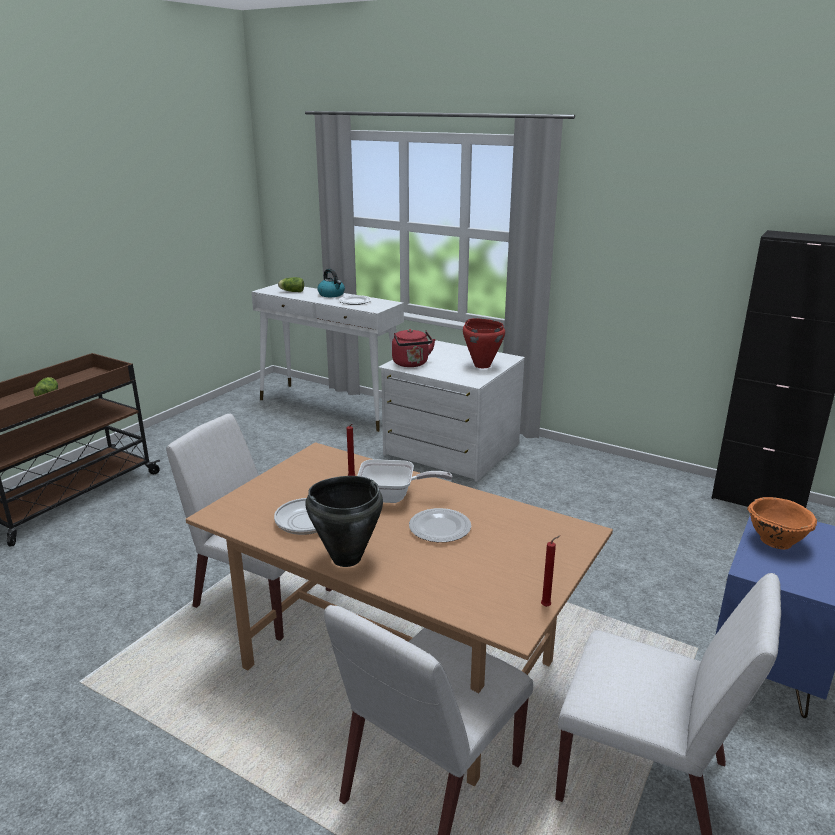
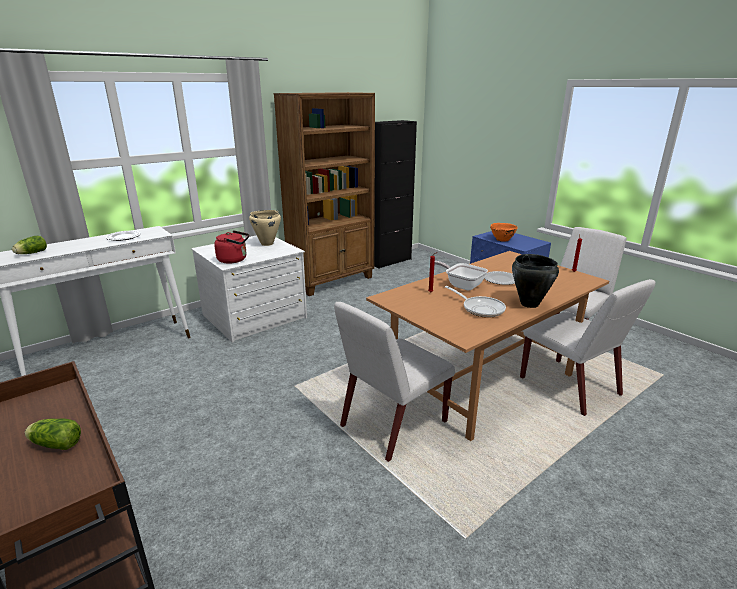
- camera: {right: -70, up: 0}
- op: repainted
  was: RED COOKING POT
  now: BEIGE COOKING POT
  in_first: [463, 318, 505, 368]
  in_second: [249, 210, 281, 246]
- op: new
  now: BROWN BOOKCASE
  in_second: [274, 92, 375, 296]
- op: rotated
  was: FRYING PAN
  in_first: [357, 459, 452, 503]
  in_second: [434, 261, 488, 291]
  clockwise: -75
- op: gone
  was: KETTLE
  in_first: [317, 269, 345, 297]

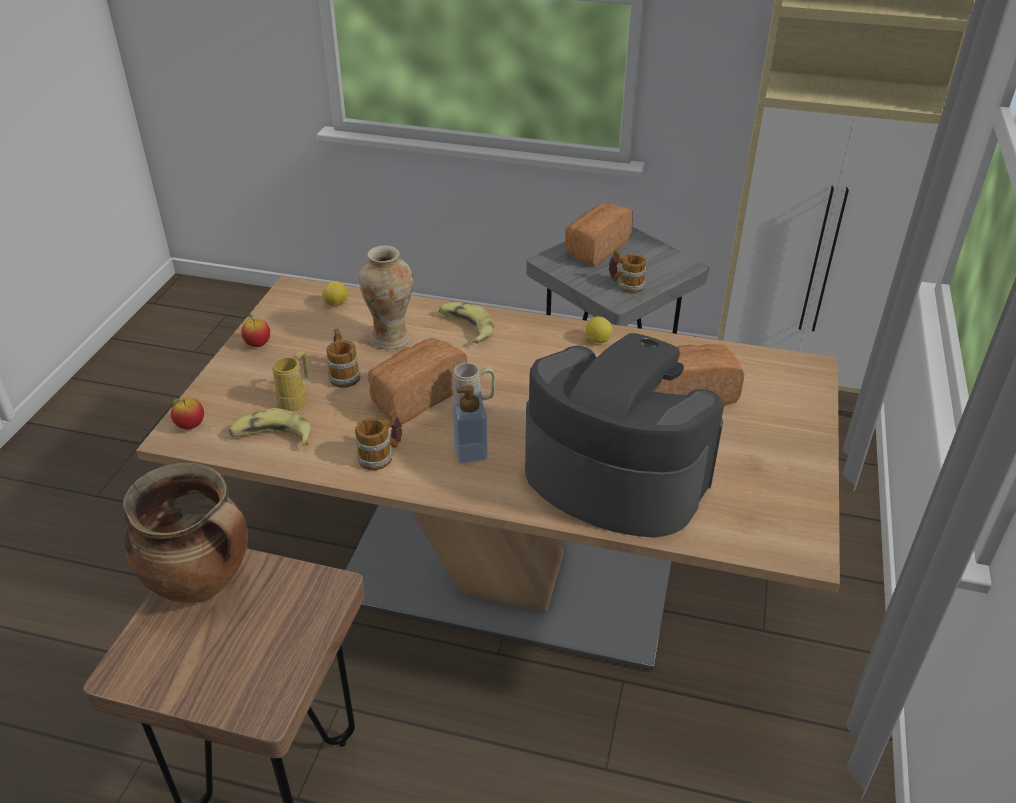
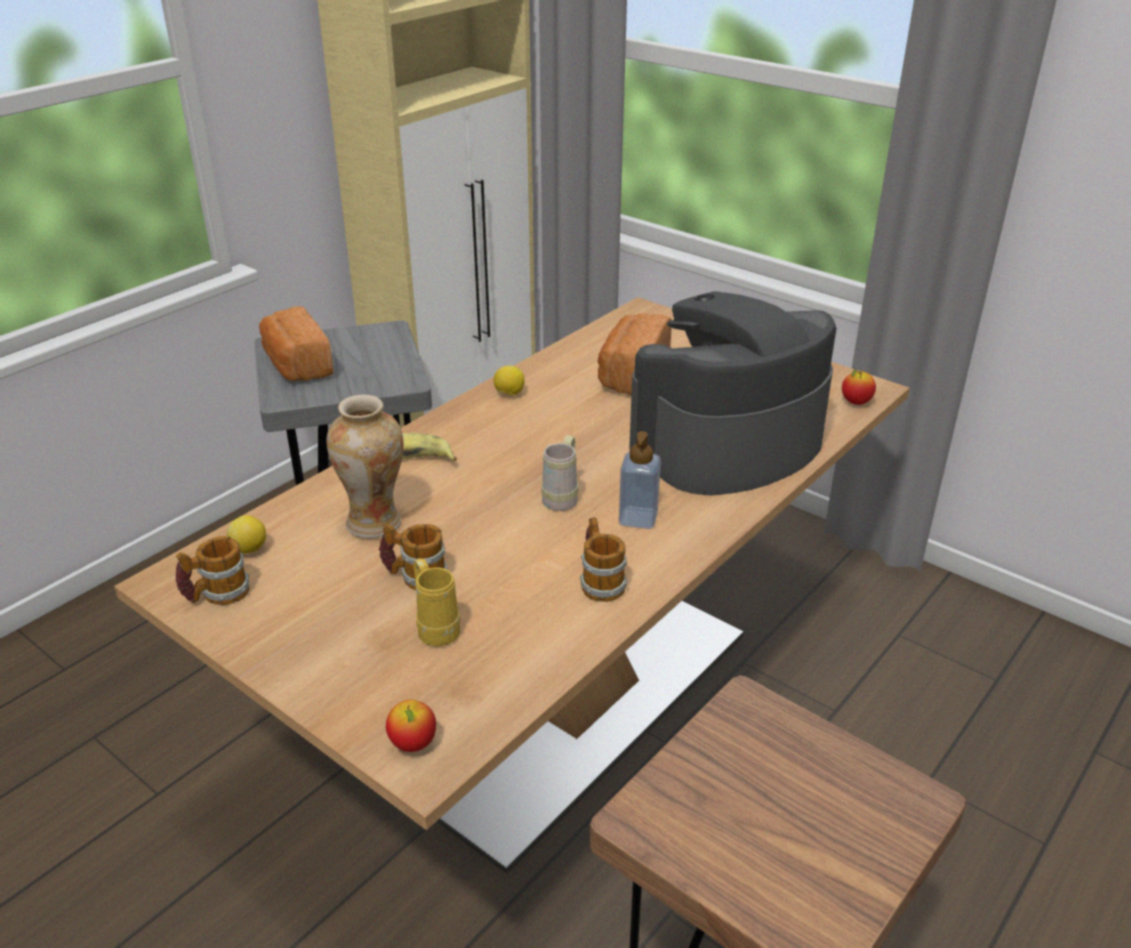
- camera: {right: -65, up: -5}
- op: shifted
  was: MUG
  in_first: [609, 249, 646, 294]
  in_second: [176, 536, 249, 605]
- op: shifted
  was: APPLE
  in_first: [241, 314, 270, 347]
  in_second: [842, 369, 876, 405]
- op: gone
  was: COOKING POT
  in_first: [123, 463, 248, 603]
- op: gone
  was: BANANA
  in_first: [229, 408, 311, 446]
- op: gone
  was: BREAD
  in_first: [368, 338, 467, 424]

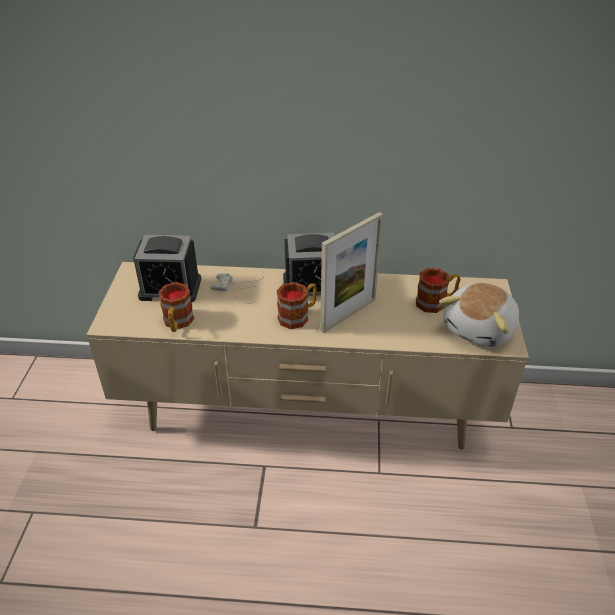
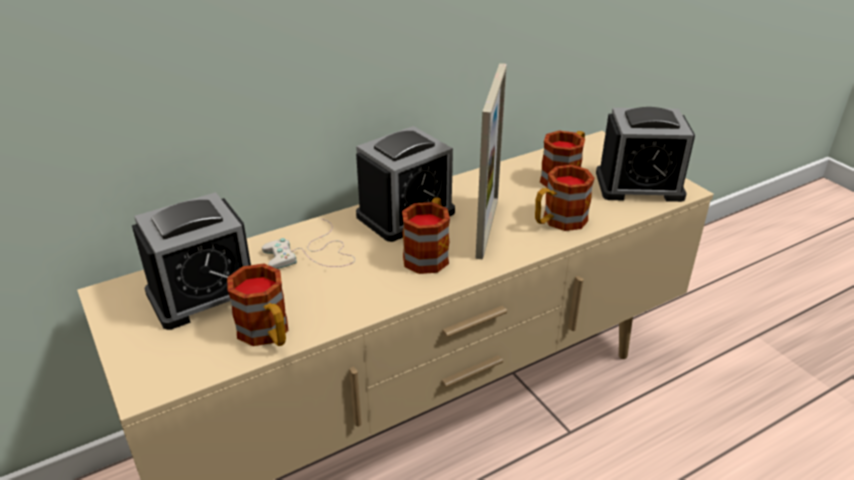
- camera: {right: -35, up: -5}
- op: new
  now: MUG
  in_second: [535, 165, 595, 231]
- op: swapped
  was: PLUSH TOY
  now: ALARM CLOCK
  in_first: [439, 283, 519, 347]
  in_second: [596, 107, 695, 202]

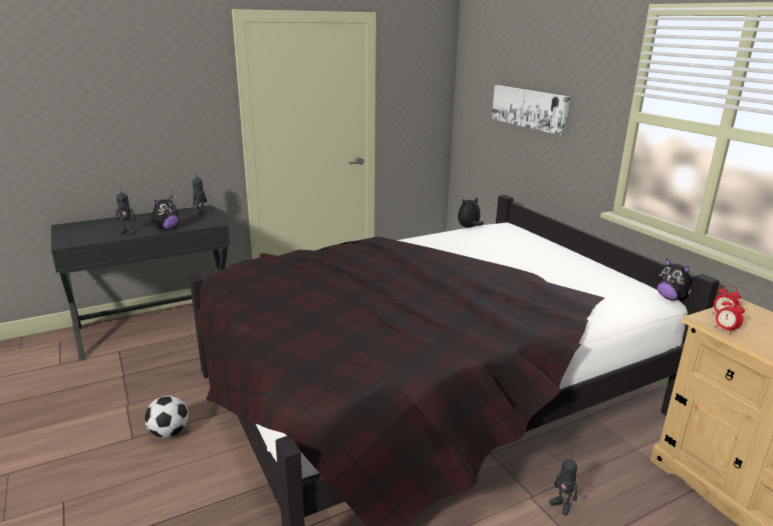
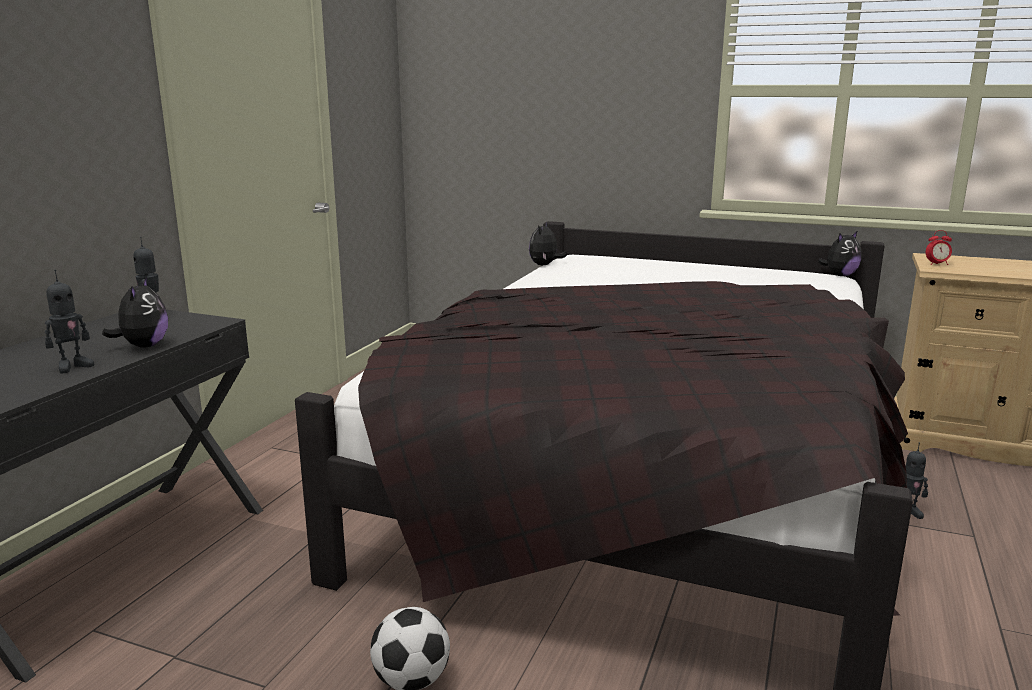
- camera: {right: -40, up: -5}
- op: rotated
  was: PLUSH TOY
  in_first: [656, 258, 691, 301]
  in_second: [818, 231, 862, 276]
  clockwise: -45
- op: gone
  was: PICTURE
  in_first: [492, 85, 570, 136]
- op: gone
  was: ALARM CLOCK
  in_first: [715, 298, 745, 334]

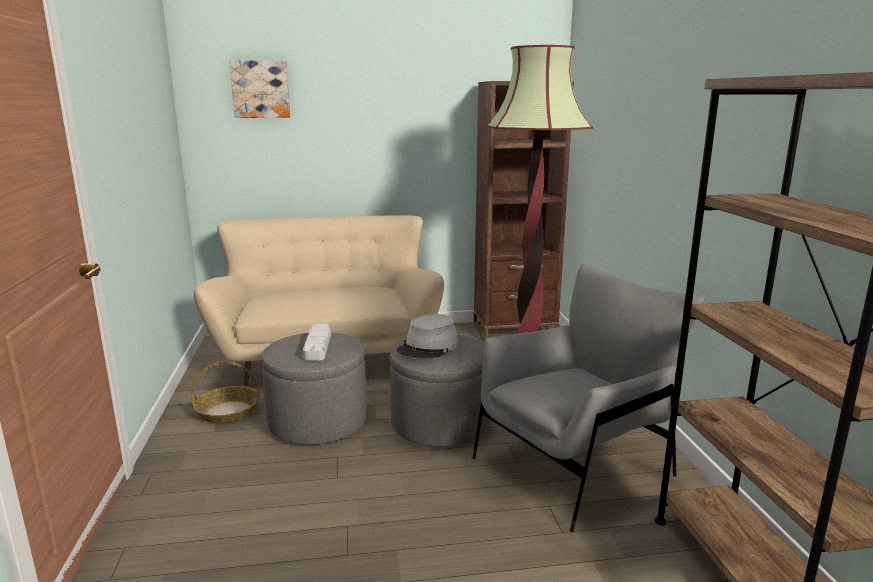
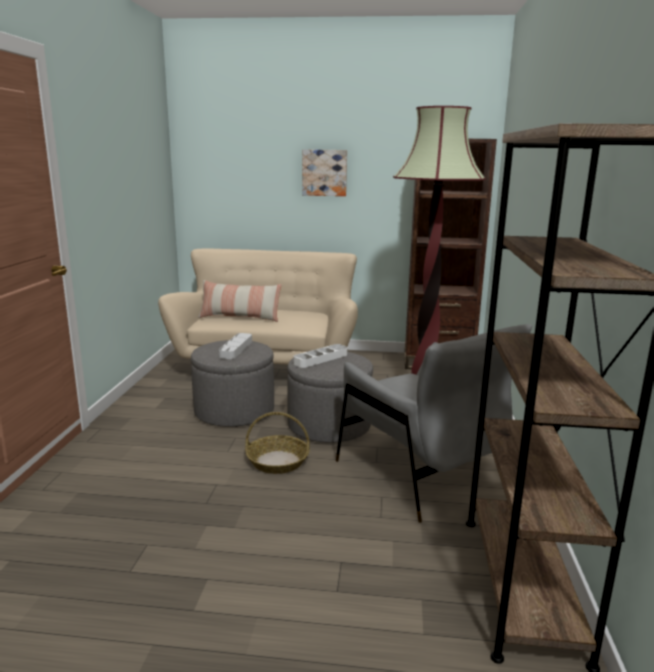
- camera: {right: 15, up: 0}
- op: new
  now: PILLOW
  in_second: [198, 280, 282, 322]
- op: shifted
  was: BASKET
  in_first: [192, 361, 260, 424]
  in_second: [245, 412, 310, 474]
- op: swapped
  was: GREY HAT
  now: WHITE TRAY
  in_first: [397, 314, 458, 358]
  in_second: [294, 344, 347, 368]
- op: shifted
  was: PICTURE
  in_first: [229, 60, 290, 118]
  in_second: [302, 149, 347, 196]
- op: rotated
  was: GREY ARMCHAIR
  in_first: [472, 264, 704, 532]
  in_second: [336, 324, 532, 523]
  clockwise: 75

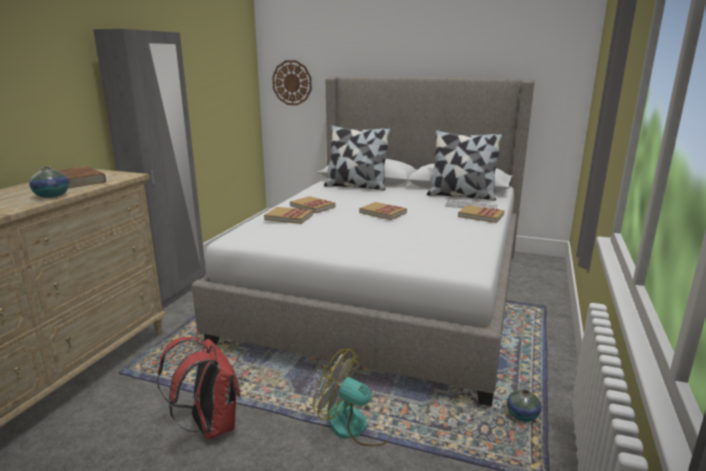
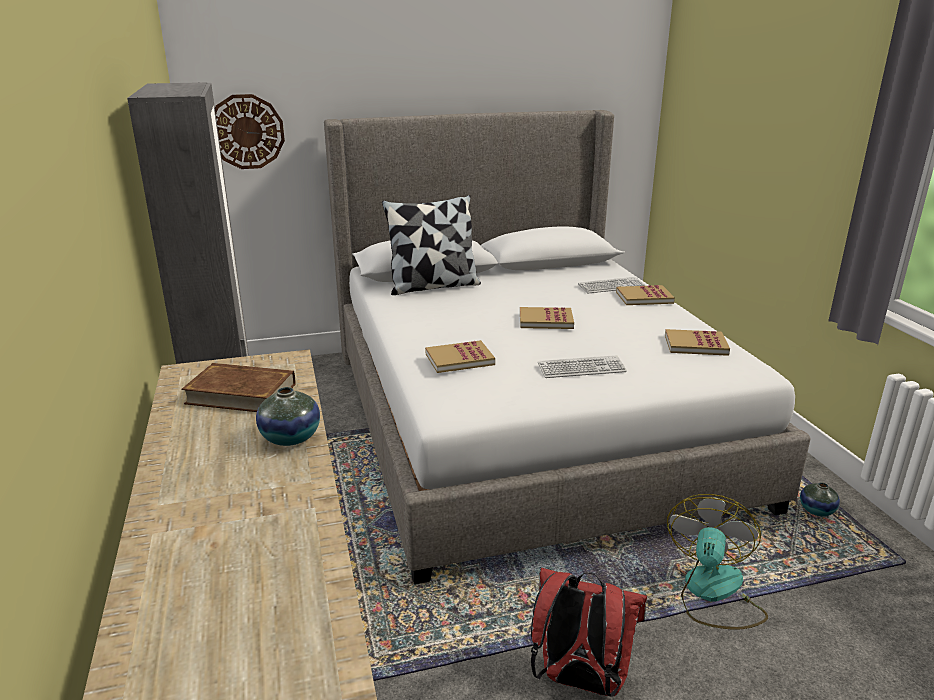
- camera: {right: -35, up: 5}
- op: new
  now: KEYBOARD
  in_second: [538, 355, 627, 378]
- op: shifted
  was: BOOK
  in_first: [290, 196, 336, 213]
  in_second: [665, 329, 730, 356]
- op: rotated
  was: FAN
  in_first: [313, 349, 394, 446]
  in_second: [667, 494, 768, 630]
  clockwise: 120
- op: gone
  was: PILLOW
  in_first: [427, 130, 503, 201]

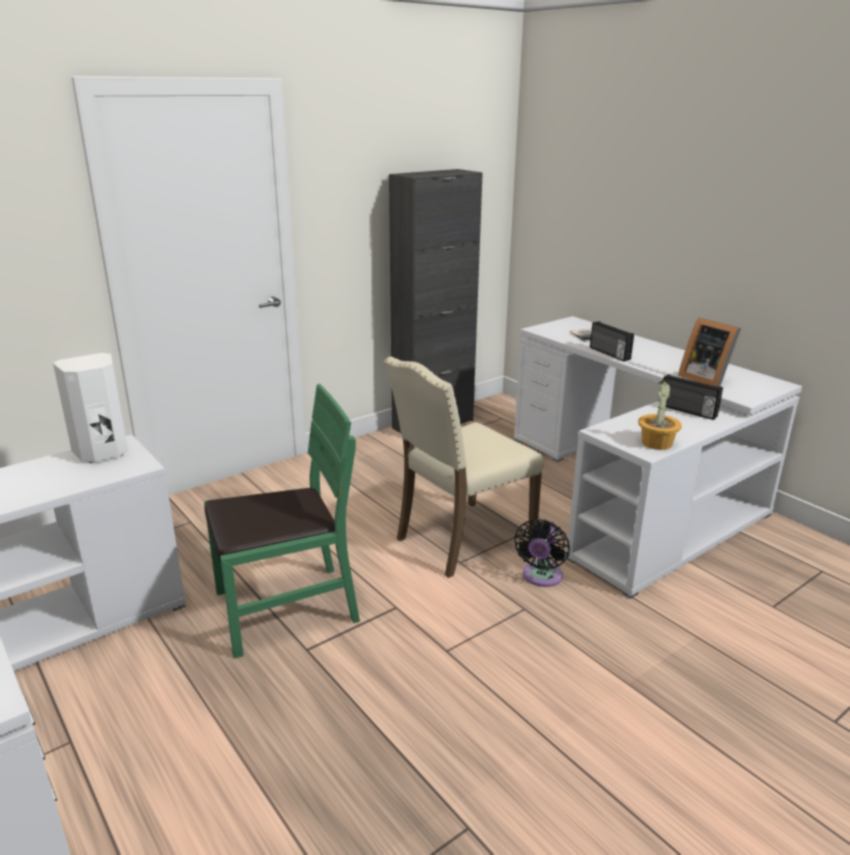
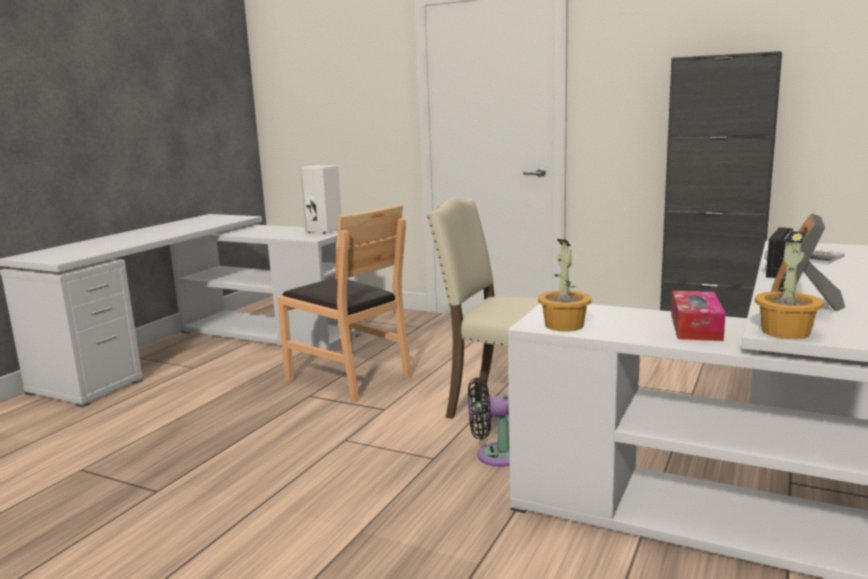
- camera: {right: 65, up: -10}
- op: repainted
  was: GREEN CHAIR
  now: BROWN CHAIR
  in_first: [204, 384, 360, 659]
  in_second: [277, 204, 412, 402]
- op: swapped
  was: RADIO
  now: TISSUE BOX
  in_first: [663, 374, 723, 420]
  in_second: [671, 291, 726, 341]
- op: new
  now: POTTED PLANT
  in_second: [755, 231, 824, 339]

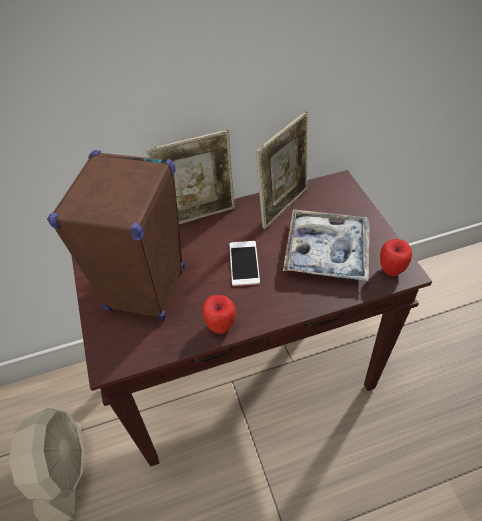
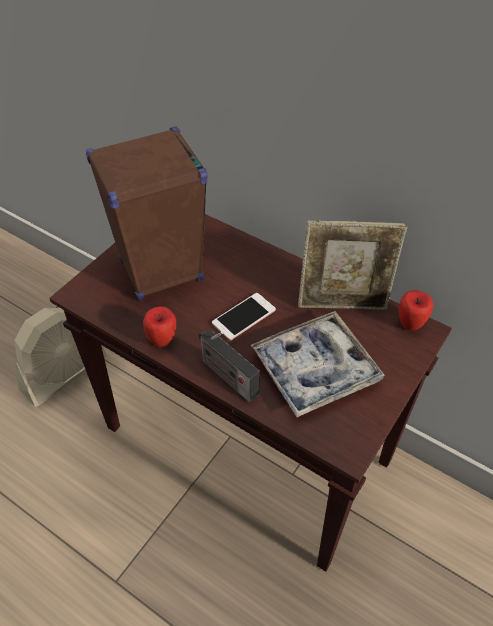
- camera: {right: 50, up: 0}
- op: new
  now: RADIO
  in_second: [199, 330, 260, 403]
- op: shifted
  was: APPLE
  in_first: [380, 239, 412, 277]
  in_second: [399, 290, 434, 330]
- op: gone
  was: PICTURE FRAME
  in_first: [146, 130, 235, 225]

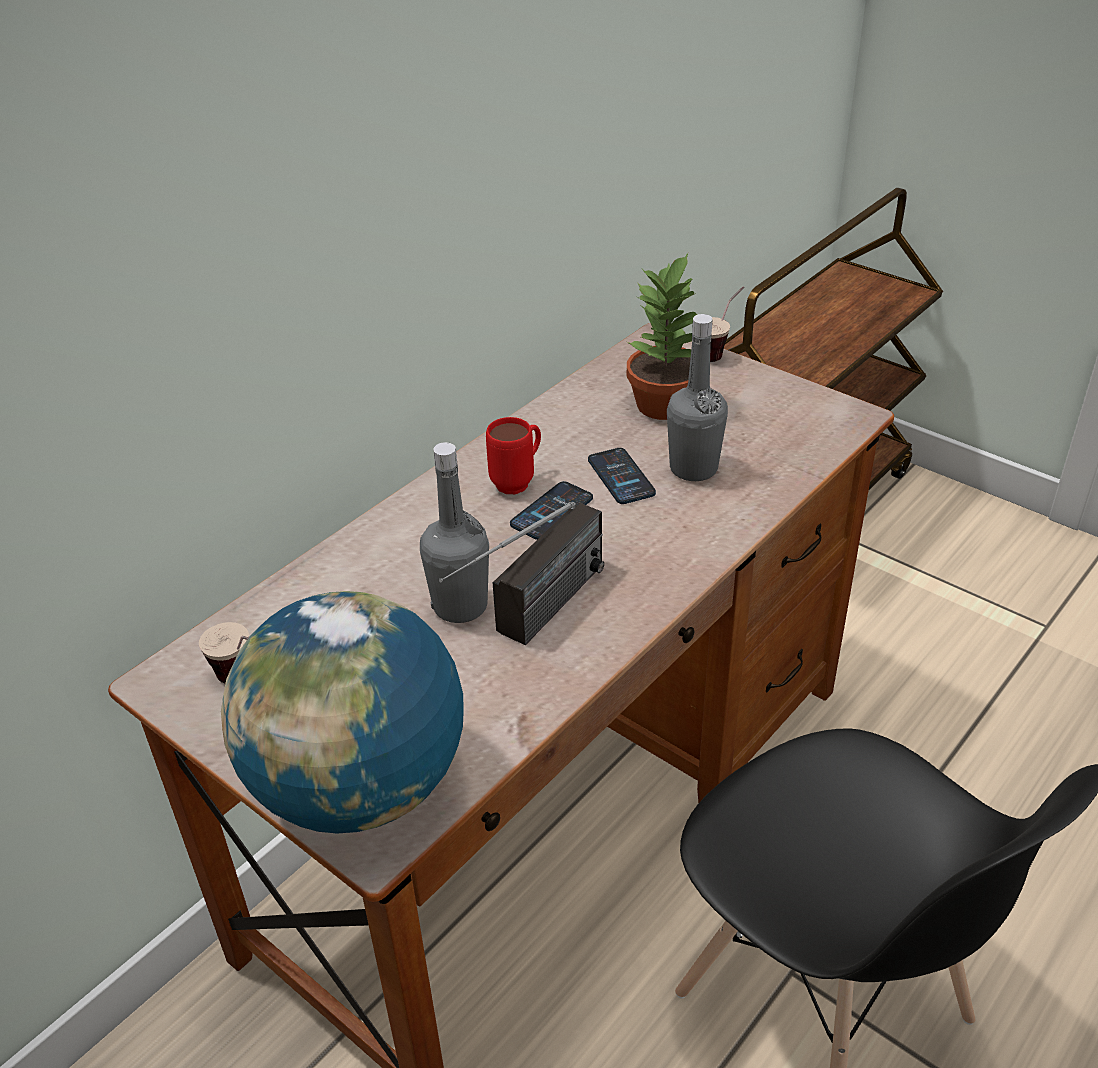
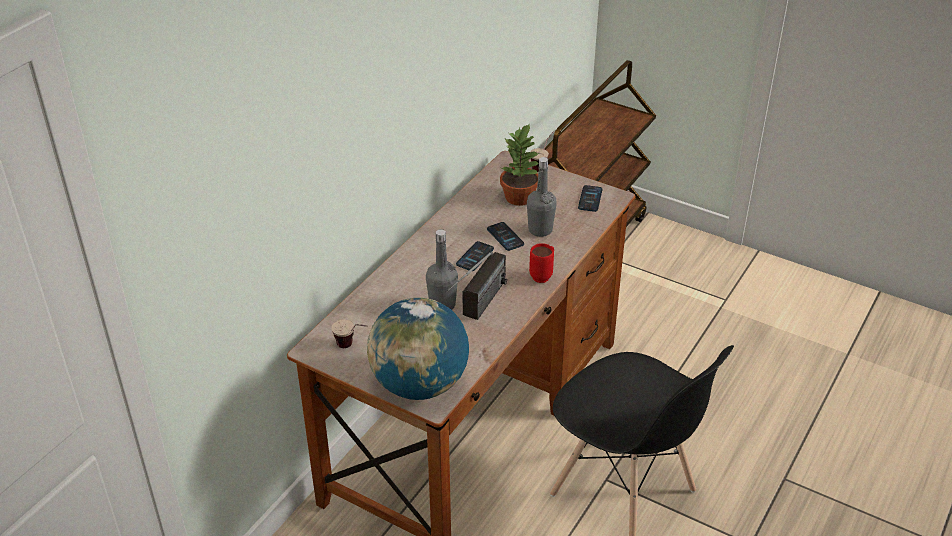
- camera: {right: -10, up: 0}
- op: shifted
  was: RED MUG
  in_first: [486, 417, 541, 494]
  in_second: [529, 243, 554, 283]
- op: new
  now: PHONE
  in_second: [578, 185, 602, 212]

